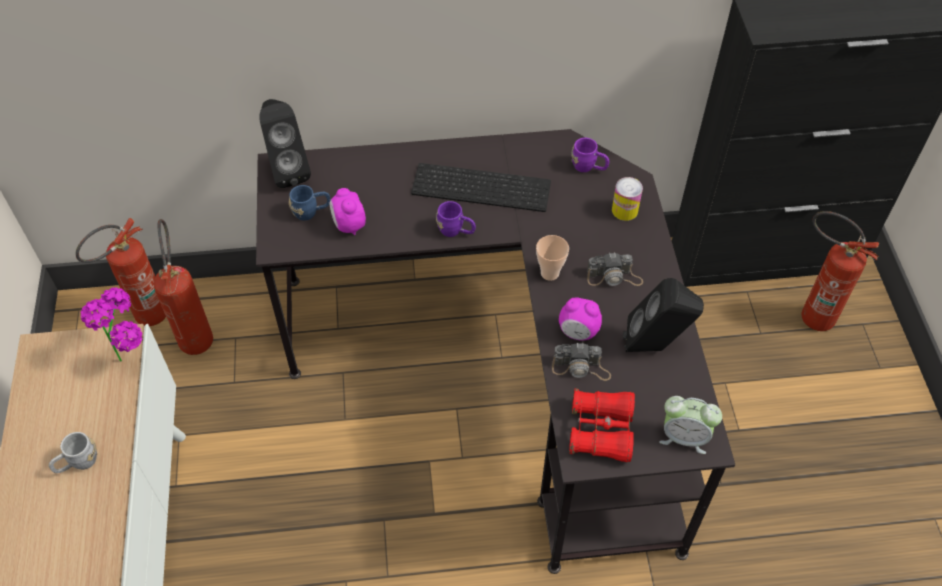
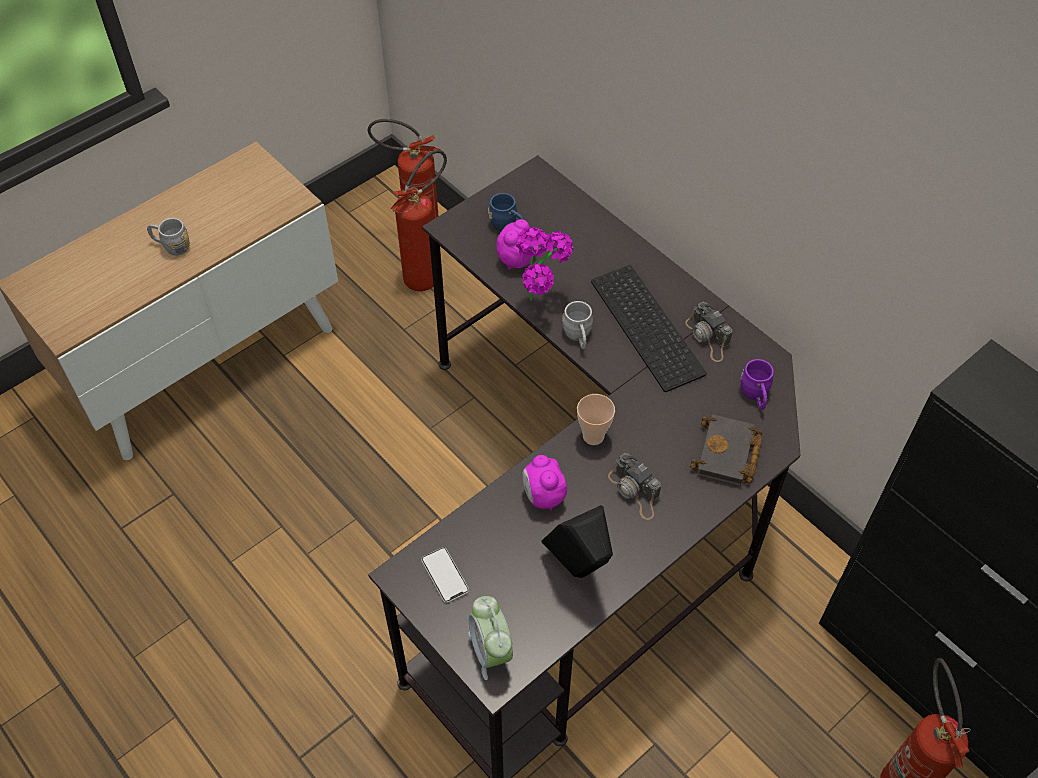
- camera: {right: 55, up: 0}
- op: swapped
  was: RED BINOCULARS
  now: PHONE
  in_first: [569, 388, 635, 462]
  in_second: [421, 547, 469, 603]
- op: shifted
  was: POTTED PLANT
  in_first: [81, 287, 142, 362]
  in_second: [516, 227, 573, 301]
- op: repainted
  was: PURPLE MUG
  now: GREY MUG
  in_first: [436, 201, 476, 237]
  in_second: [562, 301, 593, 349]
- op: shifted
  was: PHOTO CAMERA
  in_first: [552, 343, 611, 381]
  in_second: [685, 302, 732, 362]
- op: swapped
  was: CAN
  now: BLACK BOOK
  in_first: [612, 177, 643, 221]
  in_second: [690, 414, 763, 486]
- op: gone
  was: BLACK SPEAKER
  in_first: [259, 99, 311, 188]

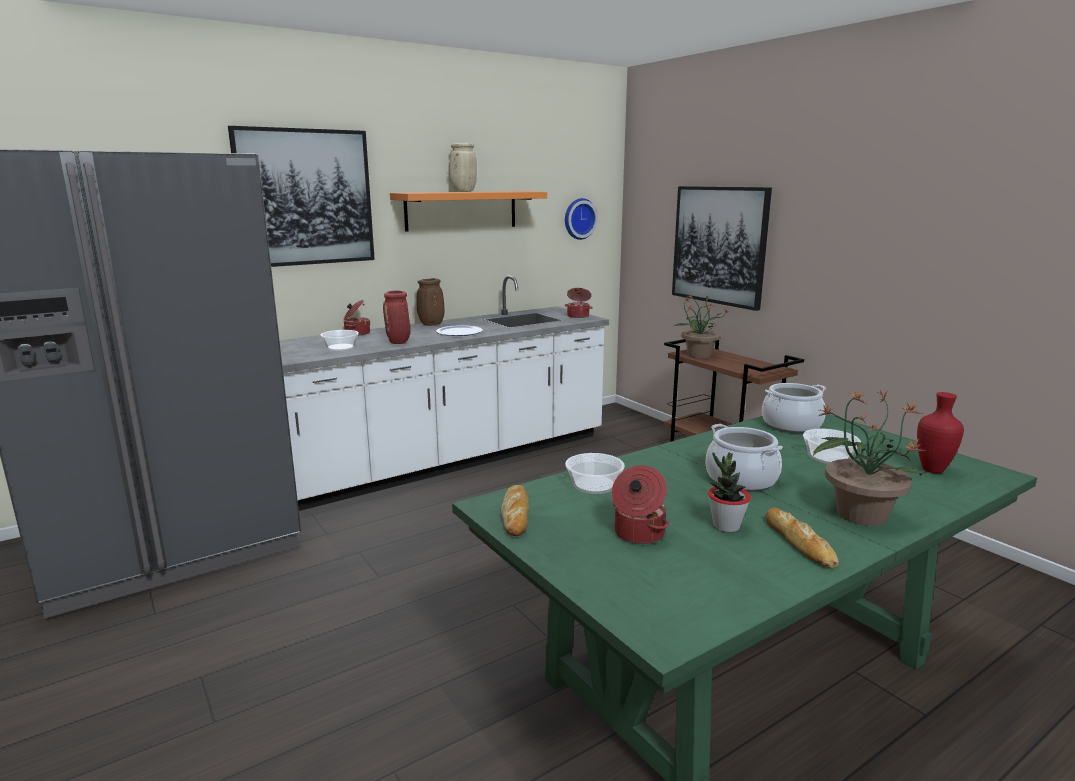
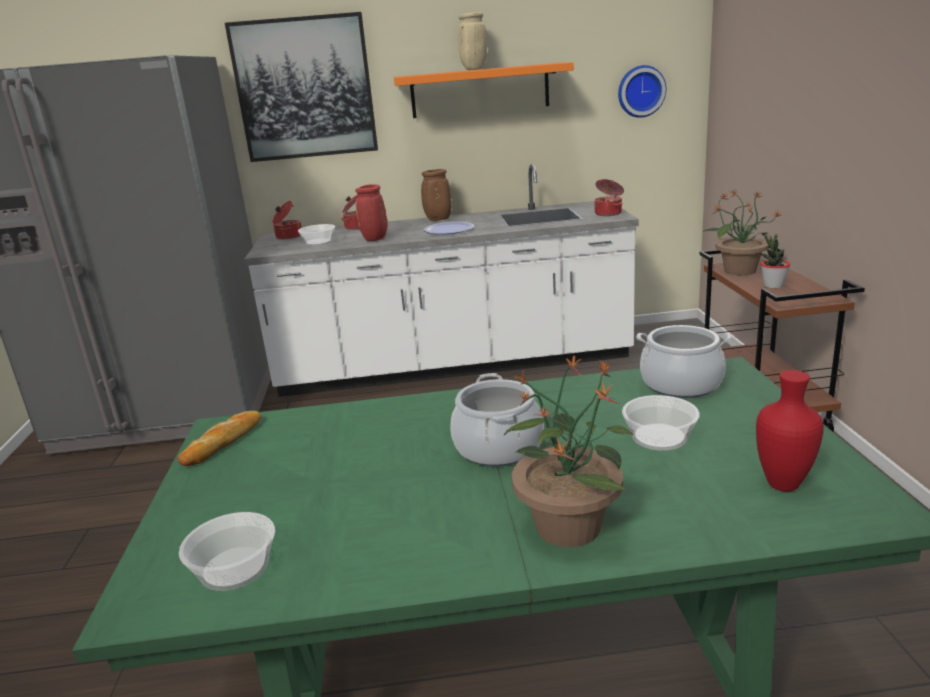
- camera: {right: 30, up: 5}
- op: shifted
  was: BOWL
  in_first: [565, 453, 625, 494]
  in_second: [179, 512, 275, 591]
- op: shifted
  was: COOKING POT
  in_first: [612, 465, 669, 544]
  in_second: [273, 201, 302, 240]
- op: shifted
  was: POTTED PLANT
  in_first: [708, 452, 751, 532]
  in_second: [761, 233, 790, 289]
- op: gone
  was: PICTURE
  in_first: [672, 186, 772, 311]
- op: gone
  was: BREAD
  in_first: [766, 507, 839, 568]

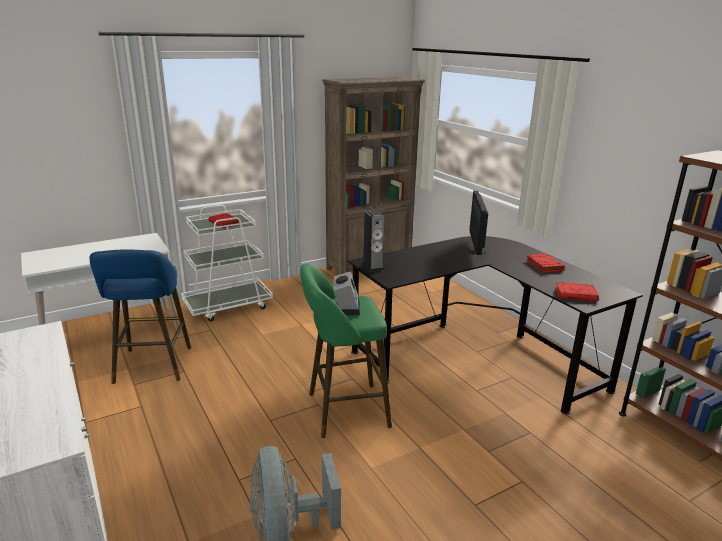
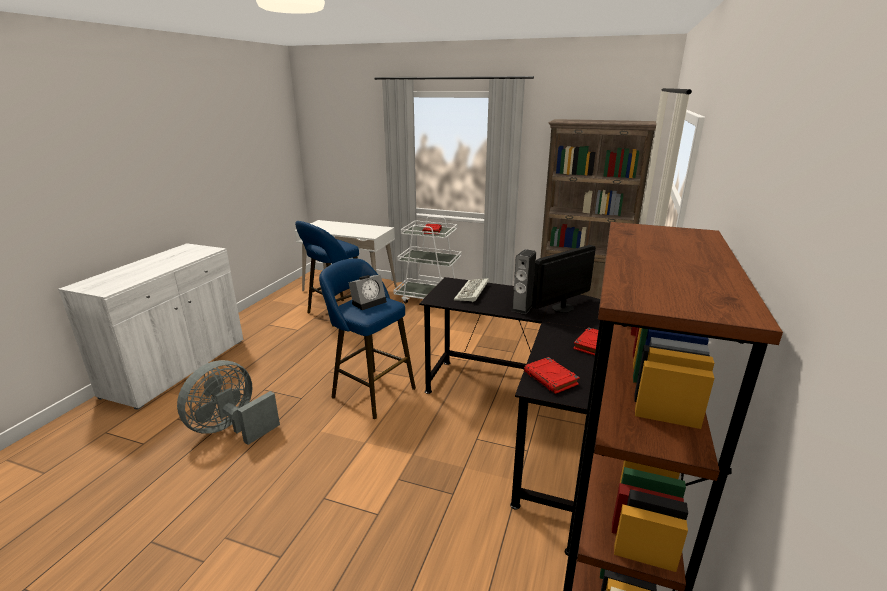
- camera: {right: 50, up: 0}
- op: repainted
  was: GREEN STOOL
  now: BLUE STOOL
  in_first: [300, 264, 392, 438]
  in_second: [319, 258, 416, 419]
- op: new
  now: KEYBOARD
  in_second: [454, 278, 489, 302]
- op: shifted
  was: SPEAKER
  in_first: [362, 209, 385, 272]
  in_second: [511, 249, 536, 314]

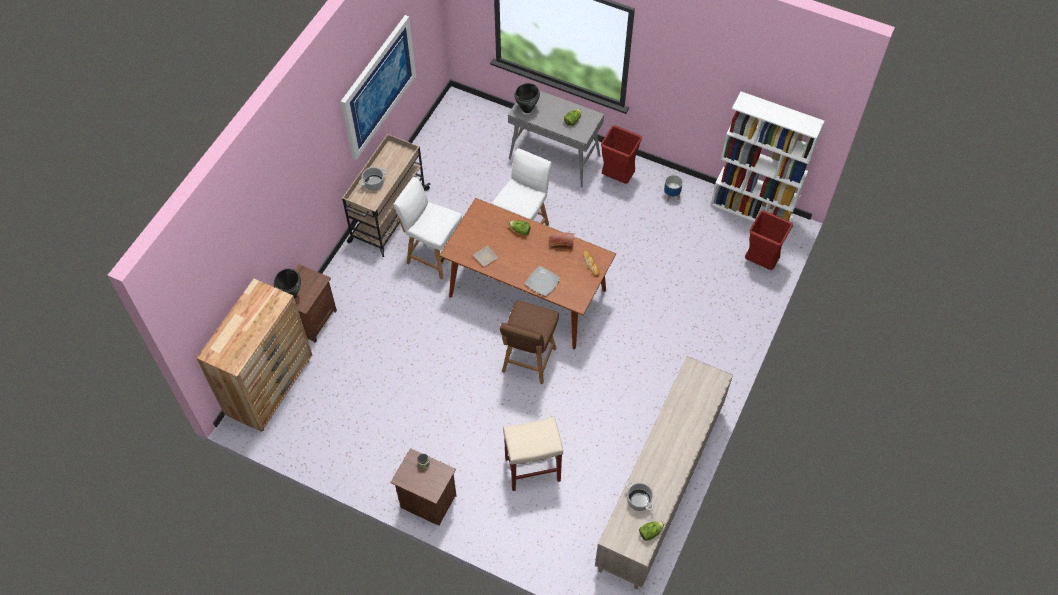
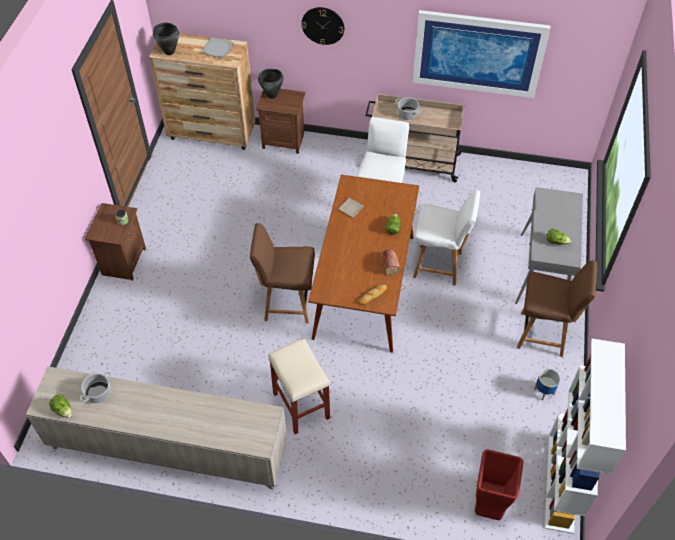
- camera: {right: 75, up: -5}
- op: shifted
  was: BLACK COOKING POT
  in_first: [514, 83, 540, 113]
  in_second: [153, 23, 179, 55]
- op: shifted
  was: PLATE
  in_first: [525, 266, 560, 296]
  in_second: [202, 37, 234, 57]
- op: shifted
  was: BEIGE STOOL
  in_first: [503, 417, 563, 491]
  in_second: [268, 338, 330, 434]
- op: new
  now: WALL CLOCK
  in_second: [301, 7, 344, 45]
- op: swapped
  was: RED TRASH CAN
  now: BROWN CHAIR
  in_first: [601, 126, 642, 184]
  in_second: [517, 260, 597, 357]

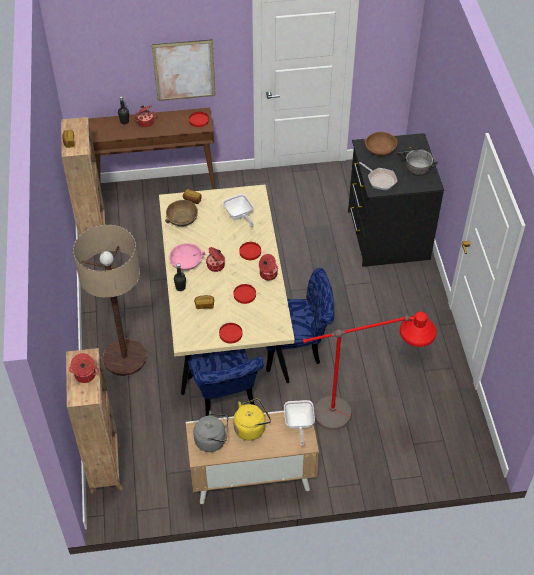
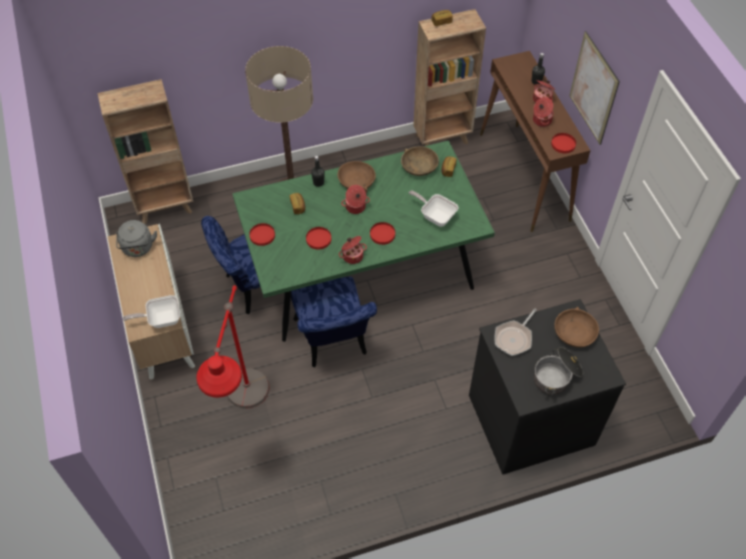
- camera: {right: 80, up: 5}
- op: repainted
  was: BEIGE DINING TABLE
  now: GREEN DINING TABLE
  in_first: [159, 185, 295, 395]
  in_second: [232, 140, 495, 342]
- op: repainted
  was: PINK BOWL
  now: BROWN BOWL
  in_first: [169, 243, 205, 270]
  in_second: [338, 161, 376, 193]
- op: rotated
  was: FRYING PAN
  in_first: [223, 194, 254, 227]
  in_second: [409, 190, 458, 227]
  clockwise: 75
- op: shifted
  was: COOKING POT
  in_first: [69, 353, 99, 383]
  in_second: [533, 97, 554, 127]
- op: gone
  was: YELLOW KETTLE
  in_first: [233, 398, 271, 441]

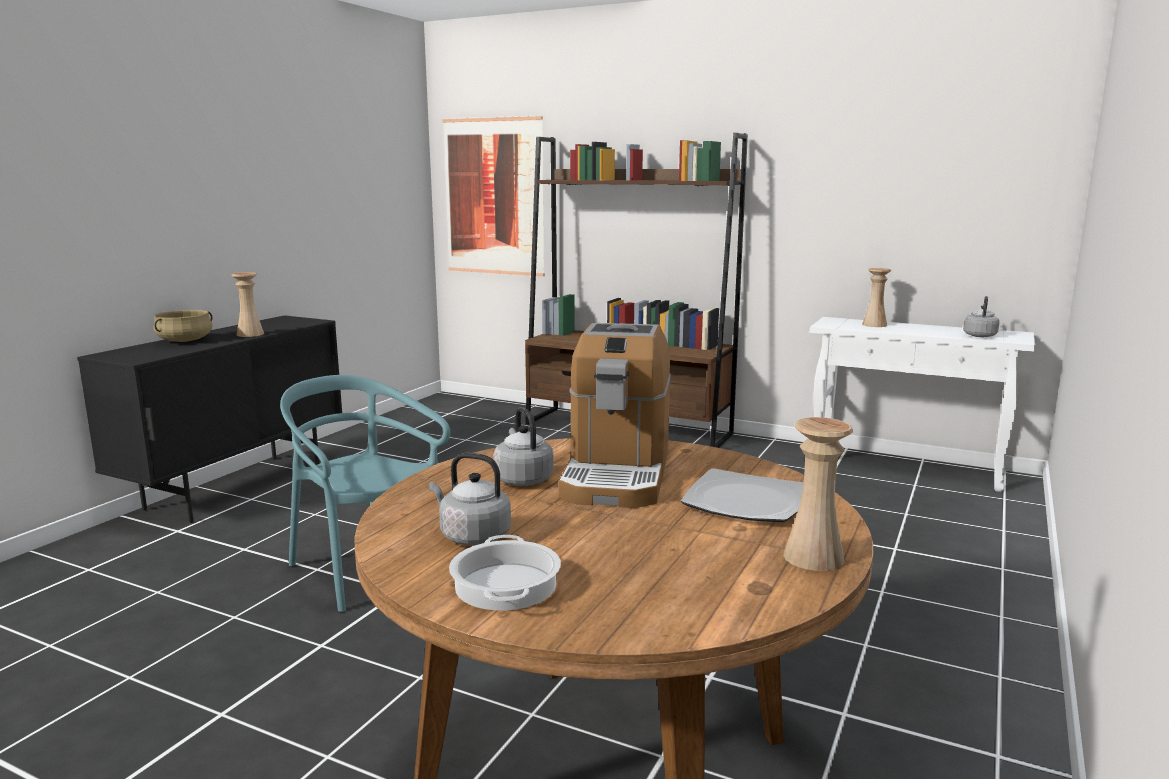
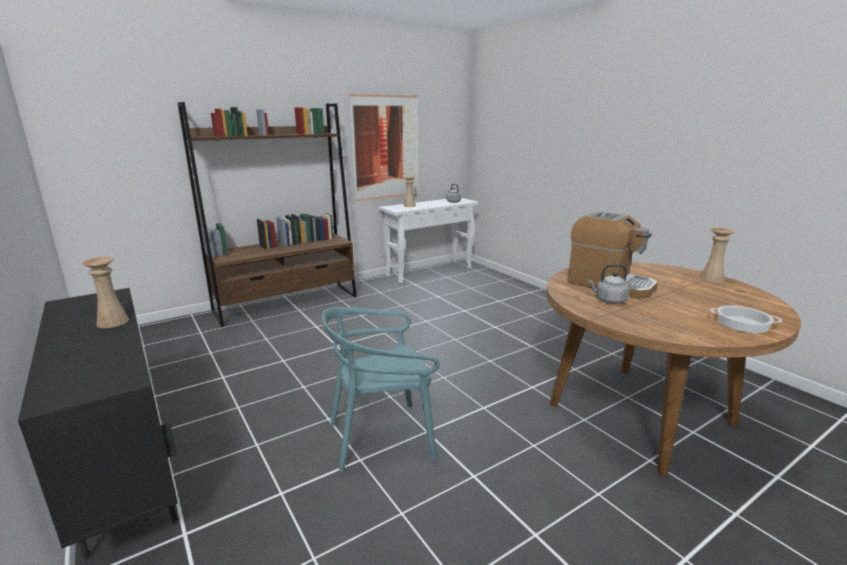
- camera: {right: -60, up: 5}
- op: shifted
  was: PICTURE
  in_first: [442, 116, 545, 276]
  in_second: [349, 93, 419, 201]
- op: gone
  was: BEIGE COOKING POT
  in_first: [153, 310, 213, 342]
- op: gone
  was: GREY KETTLE
  in_first: [429, 453, 511, 546]
- op: gone
  was: PLATE
  in_first: [681, 468, 804, 522]

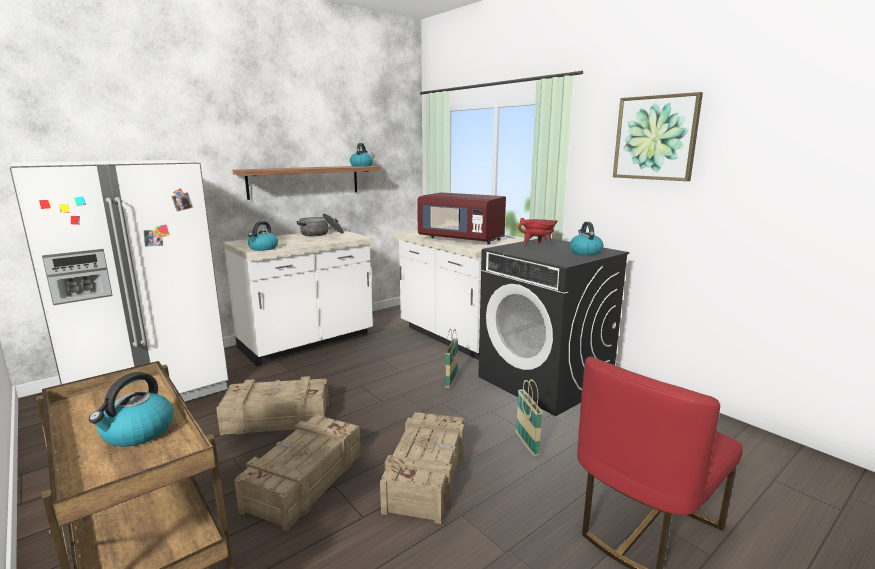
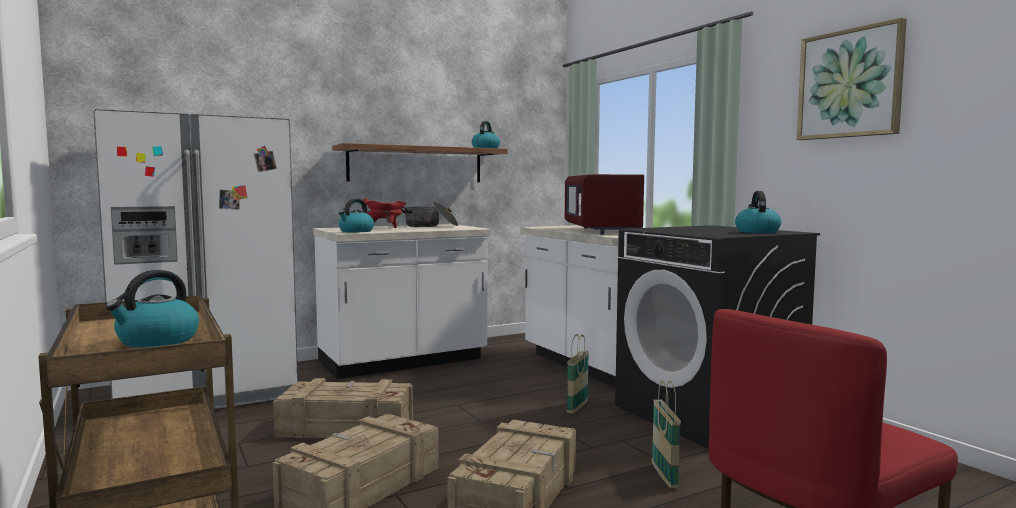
- camera: {right: 10, up: -10}
- op: shifted
  was: RED COOKING POT
  in_first: [518, 218, 558, 247]
  in_second: [362, 198, 406, 228]
- op: rotated
  was: RED MICROWAVE
  in_first: [417, 193, 506, 245]
  in_second: [565, 174, 644, 235]
  clockwise: 45

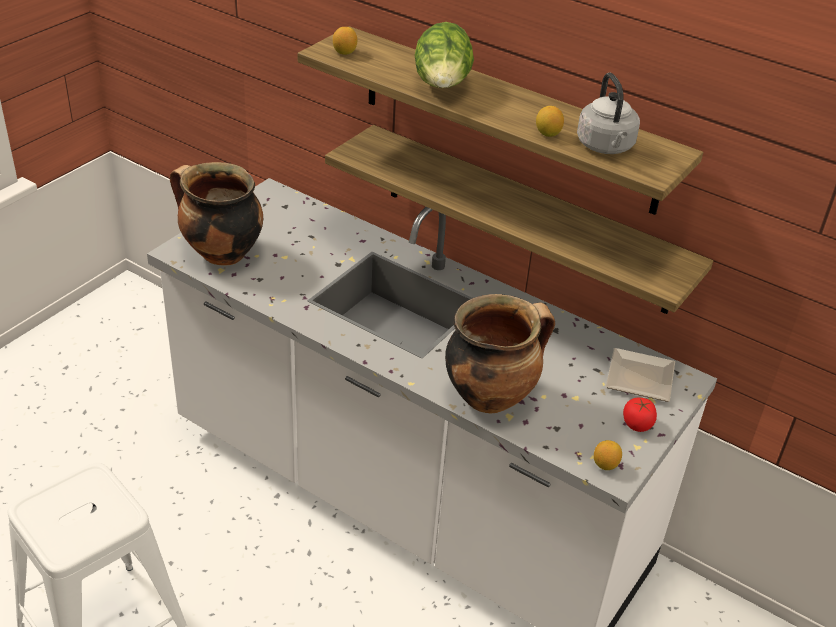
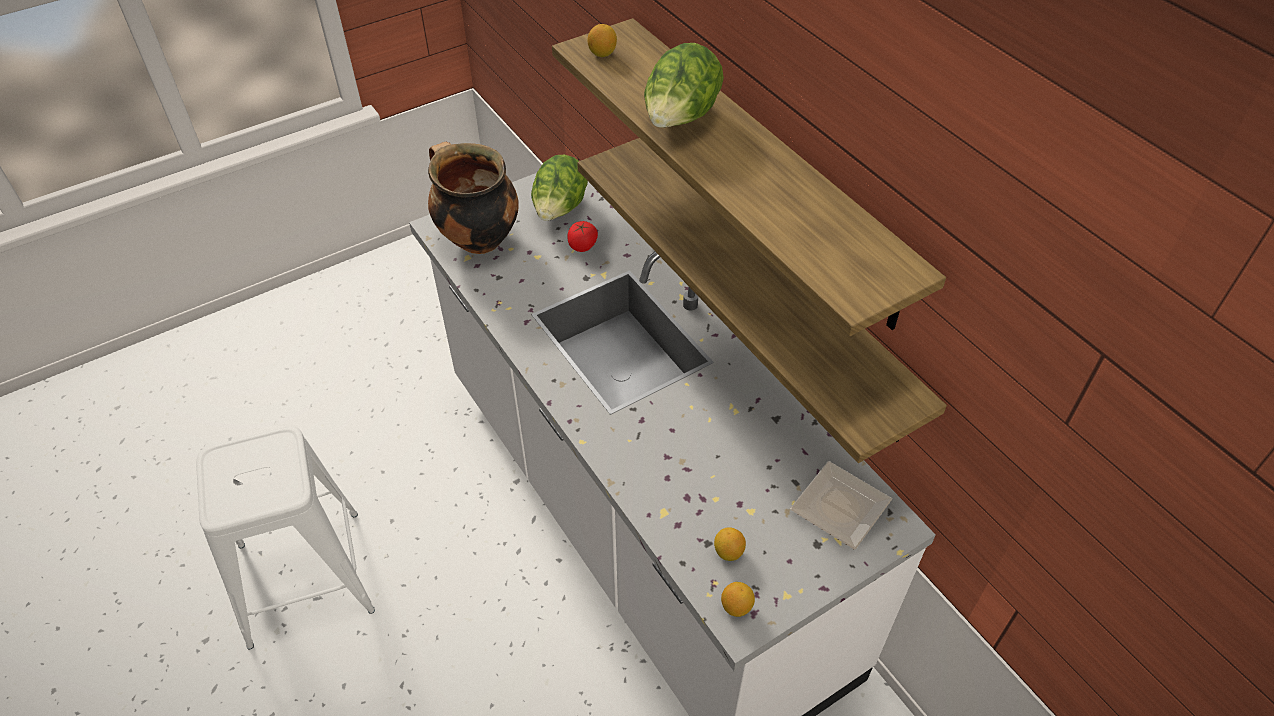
- camera: {right: 25, up: 10}
- op: new
  now: LETTUCE
  in_second: [531, 155, 588, 221]
- op: shifted
  was: TOMATO
  in_first: [623, 397, 657, 432]
  in_second: [567, 221, 598, 252]
- op: shifted
  was: LEMON
  in_first: [536, 106, 564, 137]
  in_second: [714, 527, 746, 561]
- op: gone
  was: COOKING POT
  in_first: [445, 294, 555, 414]
- op: gone
  was: GREY KETTLE
  in_first: [577, 72, 640, 154]

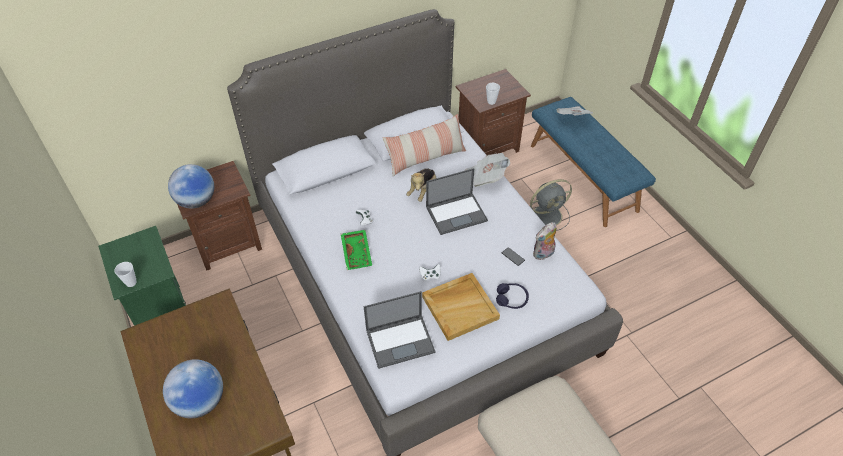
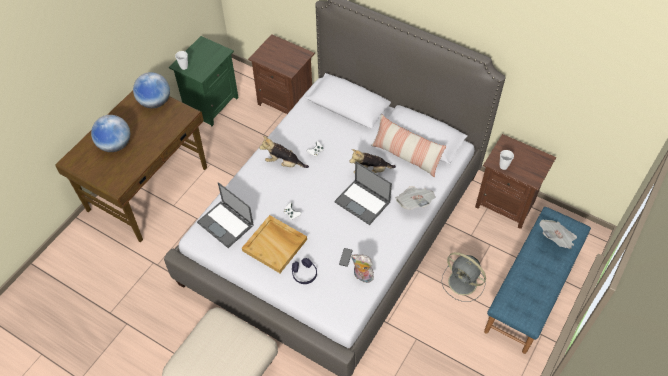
- camera: {right: 60, up: 5}
- op: shifted
  was: GLOBE
  in_first: [168, 164, 214, 209]
  in_second: [133, 72, 170, 108]
- op: swapped
  was: GREEN TRAY
  now: PLUSH TOY
  in_first: [341, 230, 372, 270]
  in_second: [259, 136, 309, 168]

